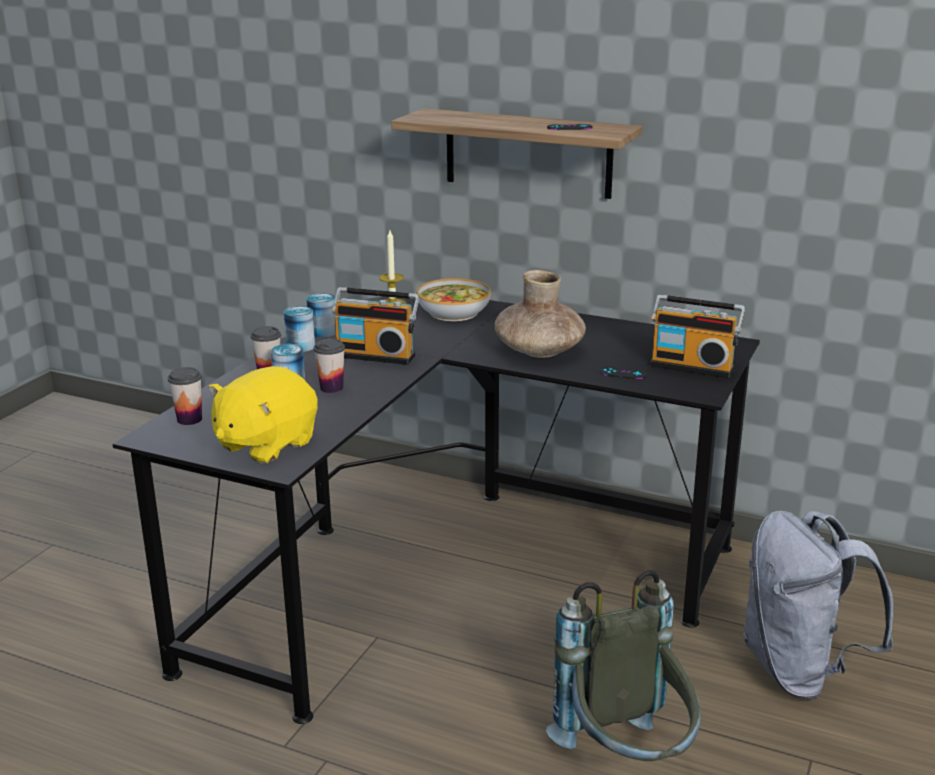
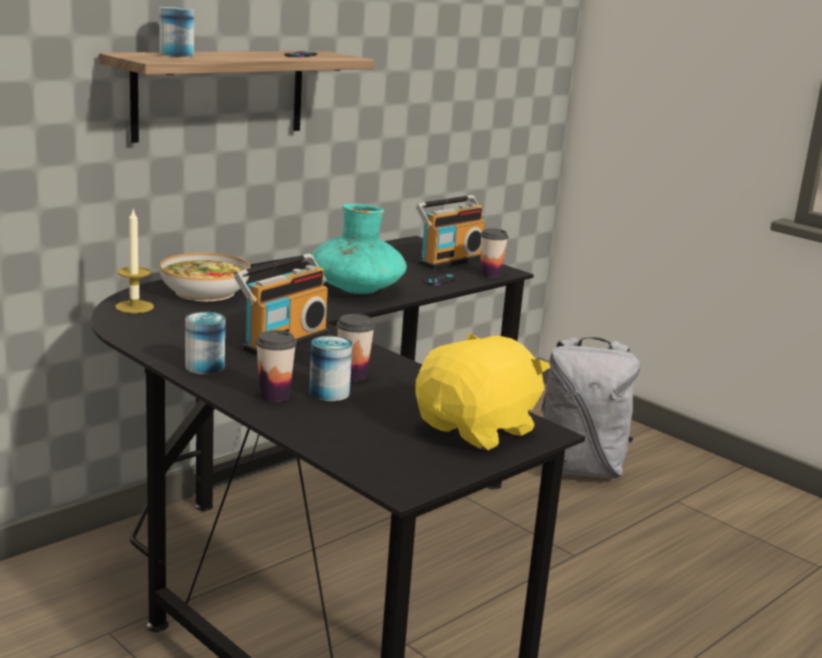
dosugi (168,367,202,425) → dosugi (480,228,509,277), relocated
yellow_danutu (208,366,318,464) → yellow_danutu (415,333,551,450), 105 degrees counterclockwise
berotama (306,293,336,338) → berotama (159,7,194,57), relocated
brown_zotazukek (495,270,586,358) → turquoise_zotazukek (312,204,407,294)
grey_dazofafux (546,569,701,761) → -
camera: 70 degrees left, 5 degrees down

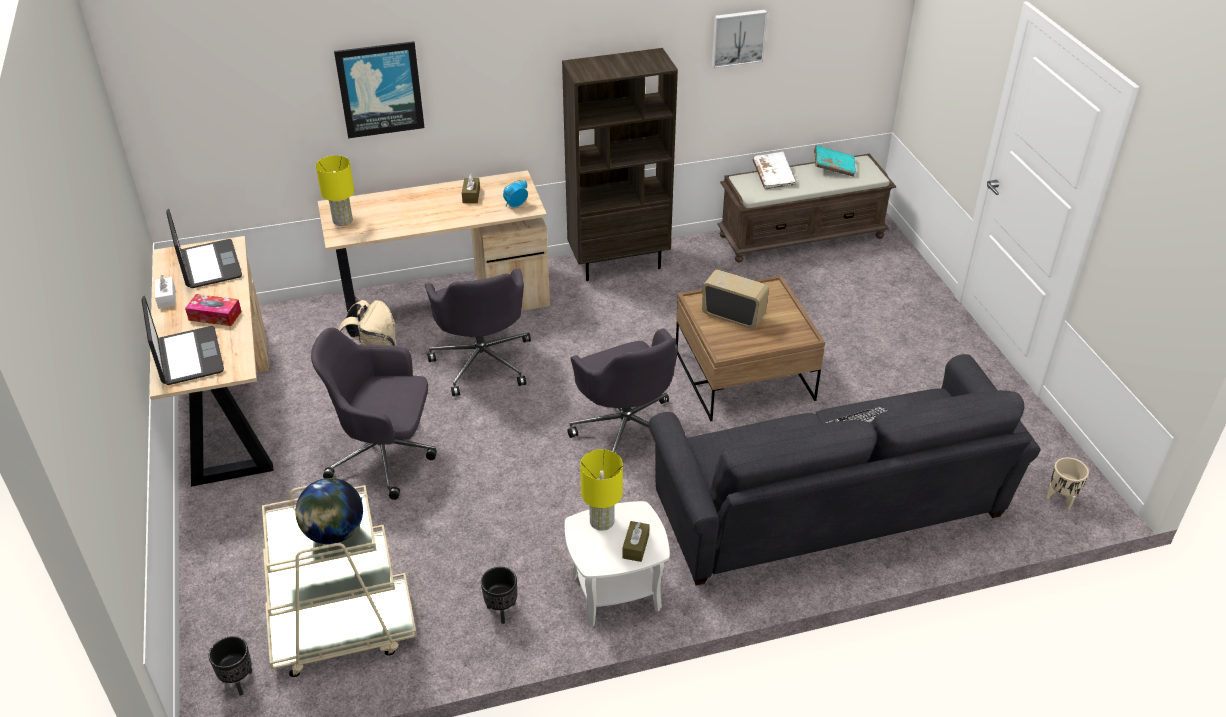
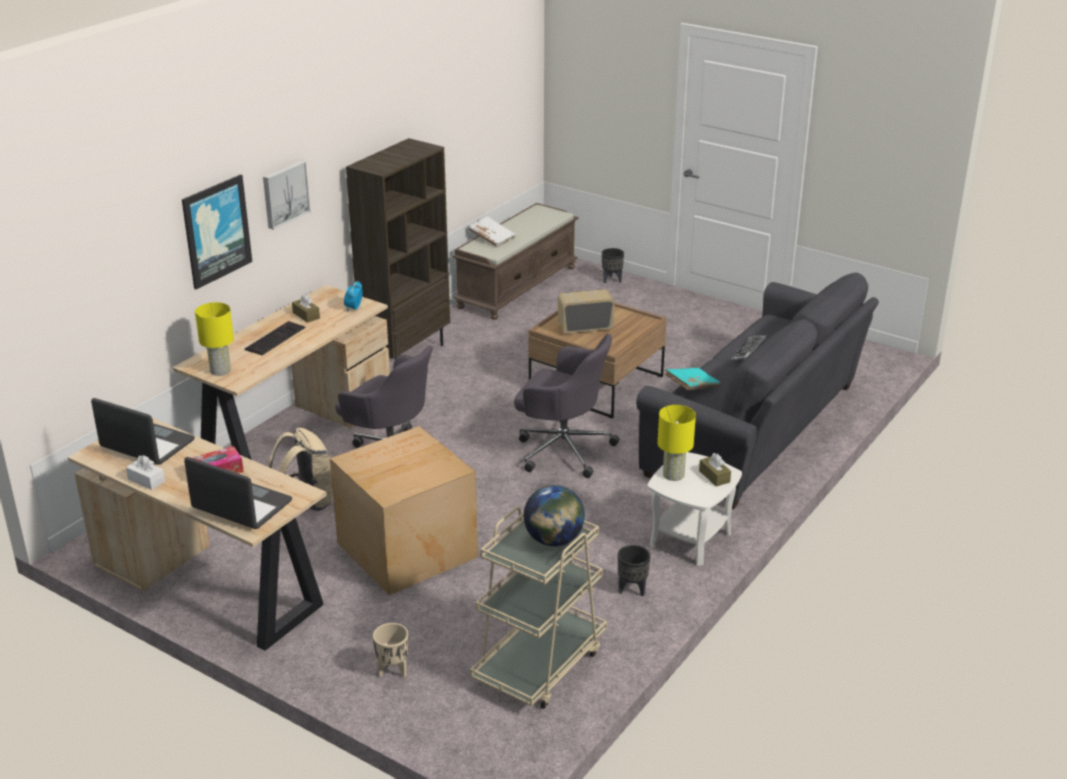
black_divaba (209,636,252,696) → black_divaba (602,248,624,283), relocated
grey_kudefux (311,328,437,500) → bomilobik (330,426,478,595)
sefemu (712,10,767,68) → sefemu (263,160,311,230), relocated
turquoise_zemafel (814,145,856,177) → turquoise_zemafel (665,368,720,390), relocated
beige_divaba (1046,457,1089,510) → beige_divaba (373,623,408,677), relocated
- → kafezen (245,321,306,355)
camera: 40 degrees left, 10 degrees down

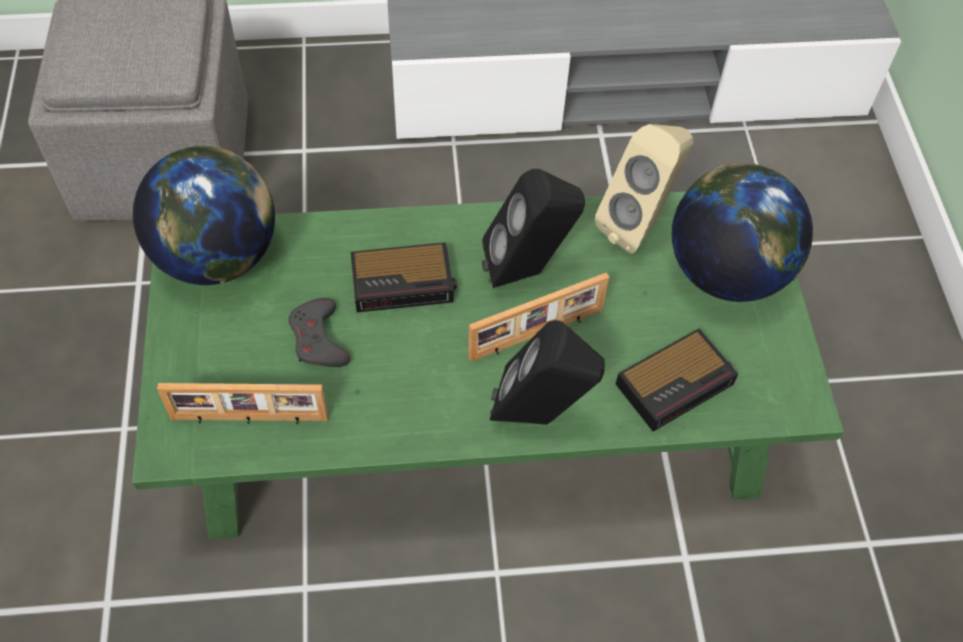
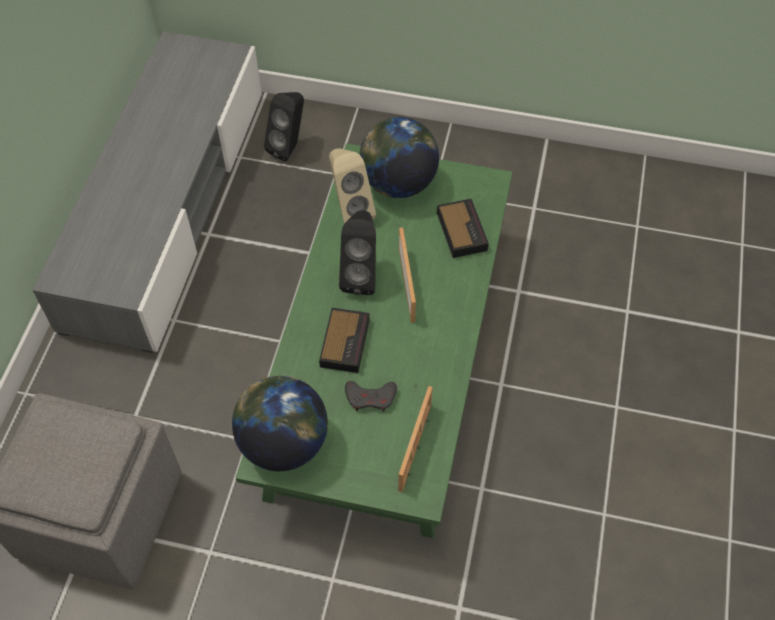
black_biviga (490,320,605,425) → black_biviga (264,92,304,162), relocated
camera: 70 degrees left, 0 degrees up

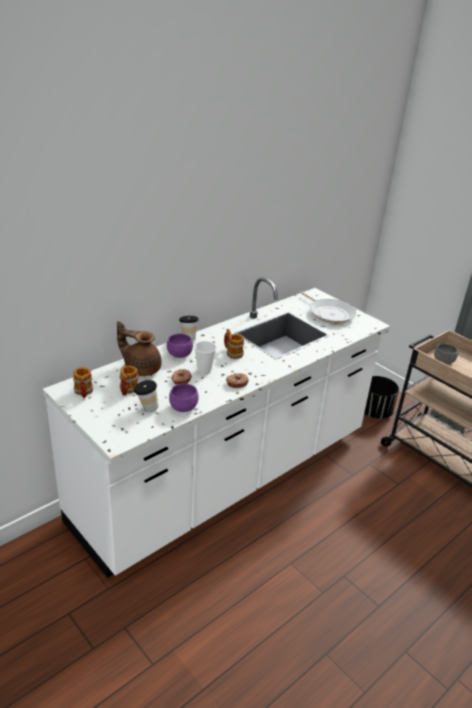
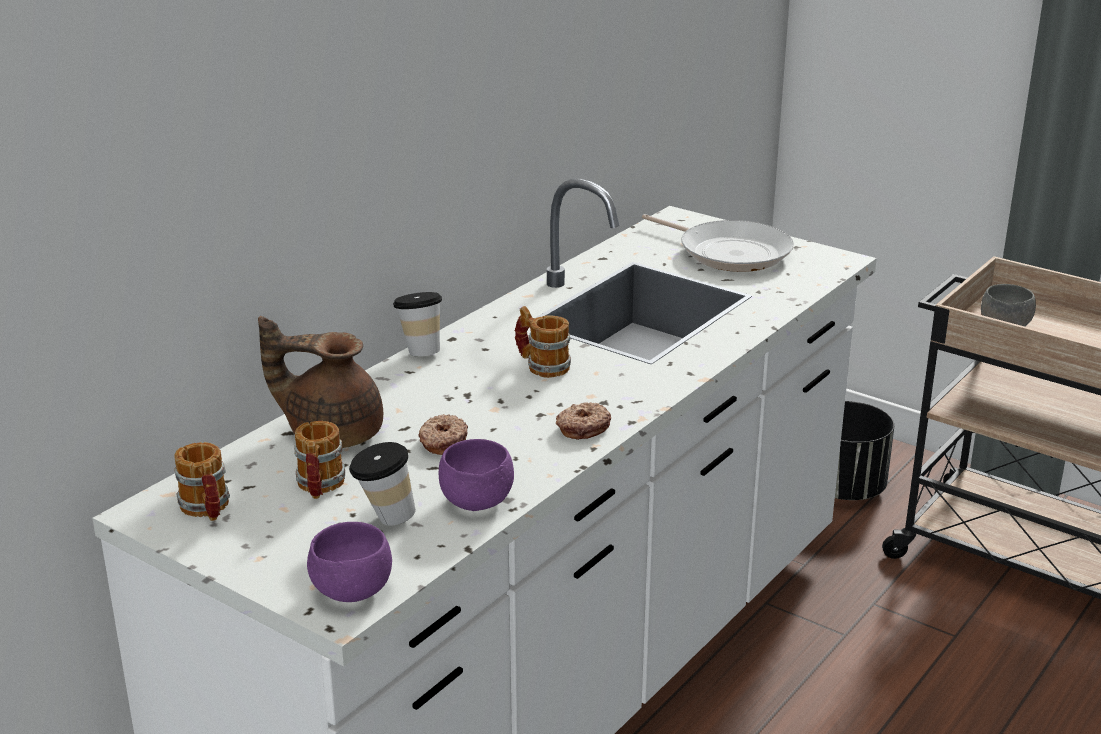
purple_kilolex (167,333,193,358) → purple_kilolex (307,522,392,602), relocated
dosugi (194,341,216,375) → -
camera: 10 degrees left, 5 degrees down

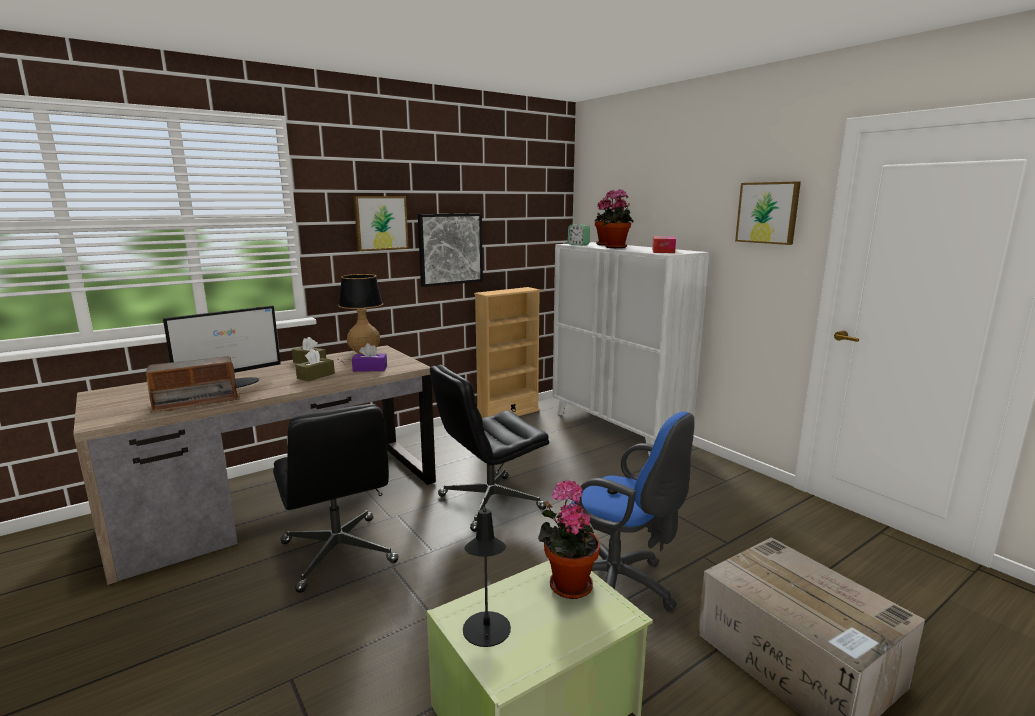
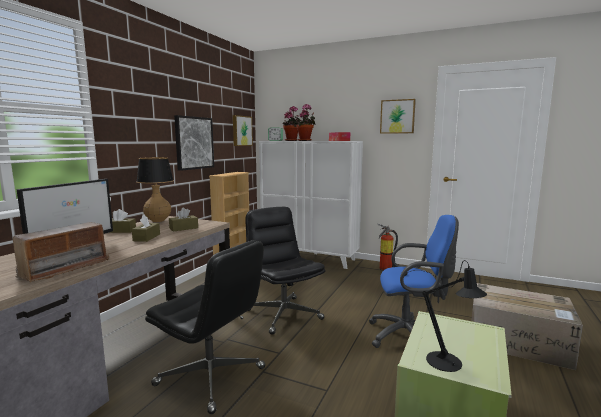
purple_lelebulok (352,343,387,372) → brown_lelebulok (169,208,198,232)
sefemu (354,196,409,251) → sefemu (233,115,253,146), relocated
black_kudefux (430,365,549,532) → black_kudefux (245,207,325,335), 120 degrees clockwise
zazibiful (538,480,600,599) → -
- → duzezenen (377,223,398,270)
camera: 30 degrees left, 5 degrees down

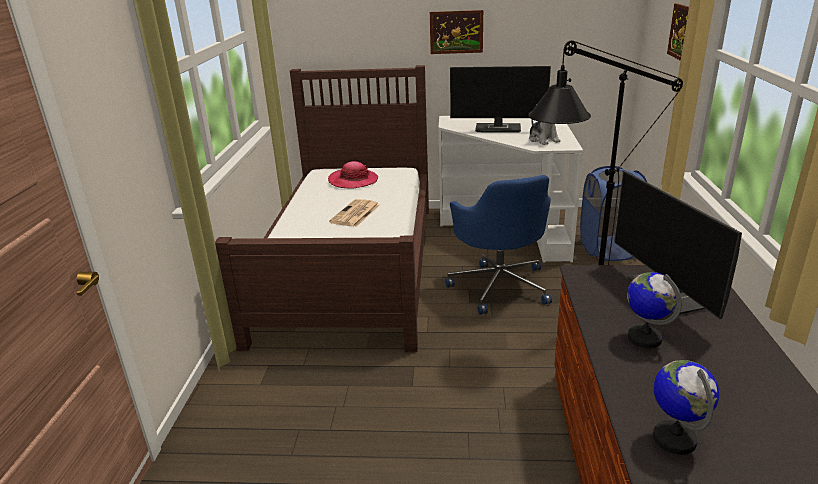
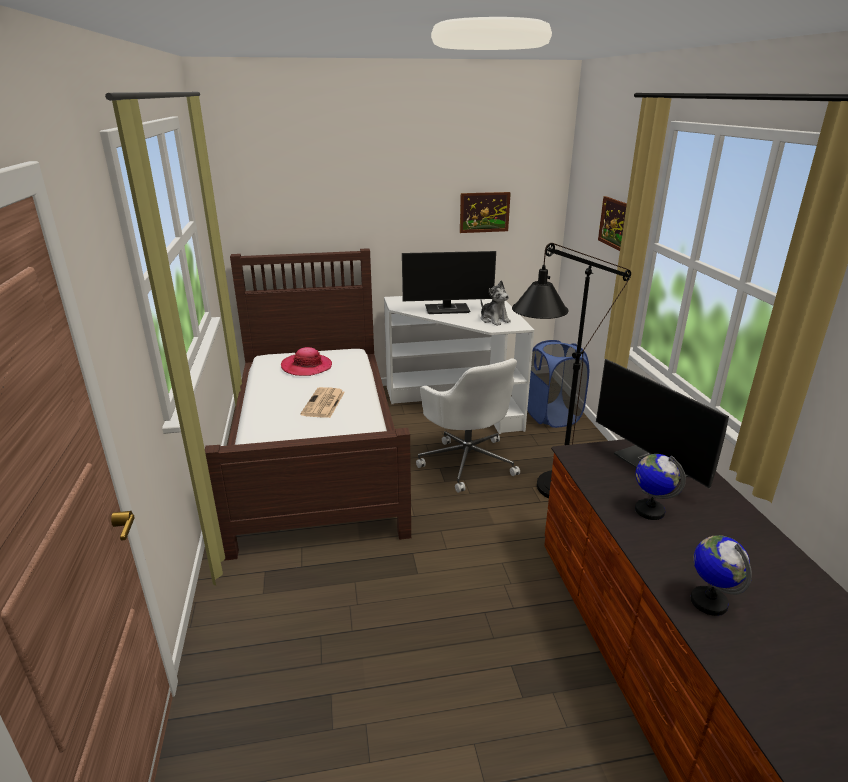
sefemu (430,10,483,54) → sefemu (460,192,511,233), relocated
blue_kudefux (445,175,552,315) → white_kudefux (416,358,520,493)
camera: 15 degrees left, 0 degrees up

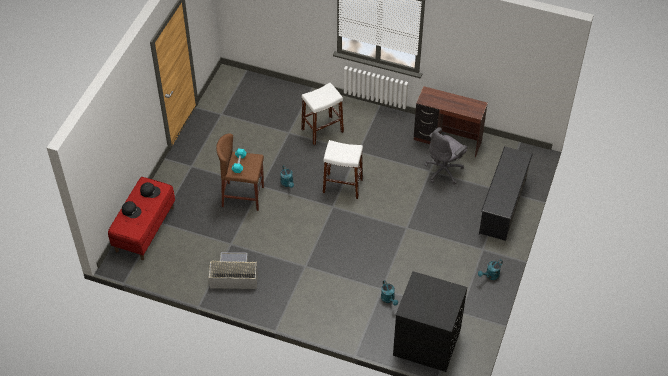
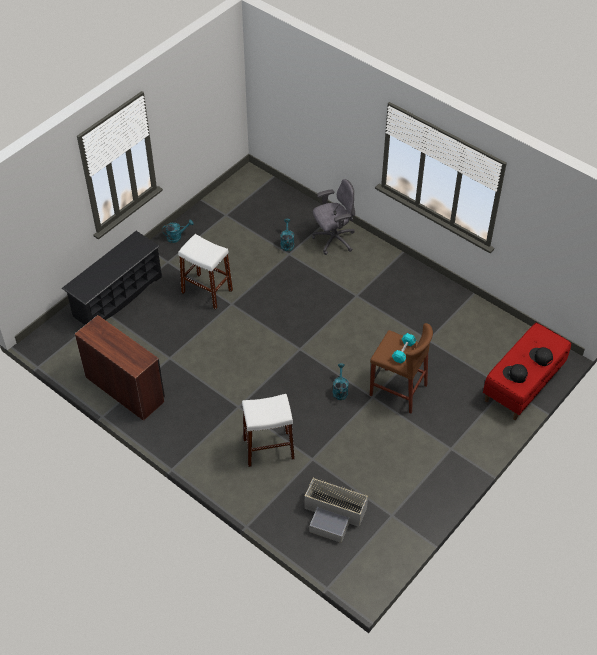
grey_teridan (209,252,258,289) → grey_teridan (305,478,368,543), relocated
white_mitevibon (323,140,363,199) → white_mitevibon (178,234,233,310), relocated
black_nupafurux (393,271,467,372) → -
grey_kudefux (425,127,468,185) → grey_kudefux (312,179,355,255), relocated
camera: 160 degrees left, 0 degrees up

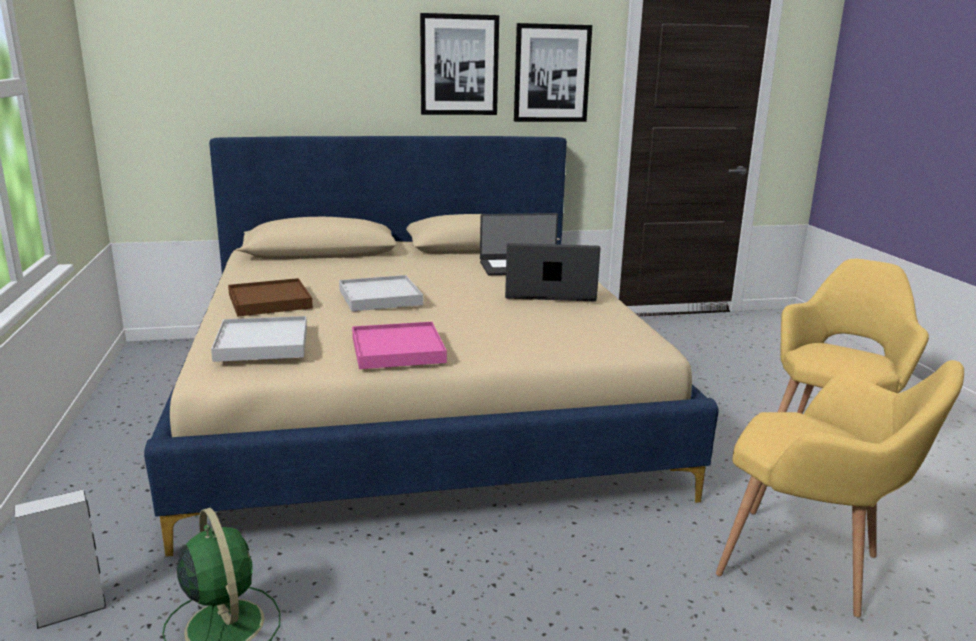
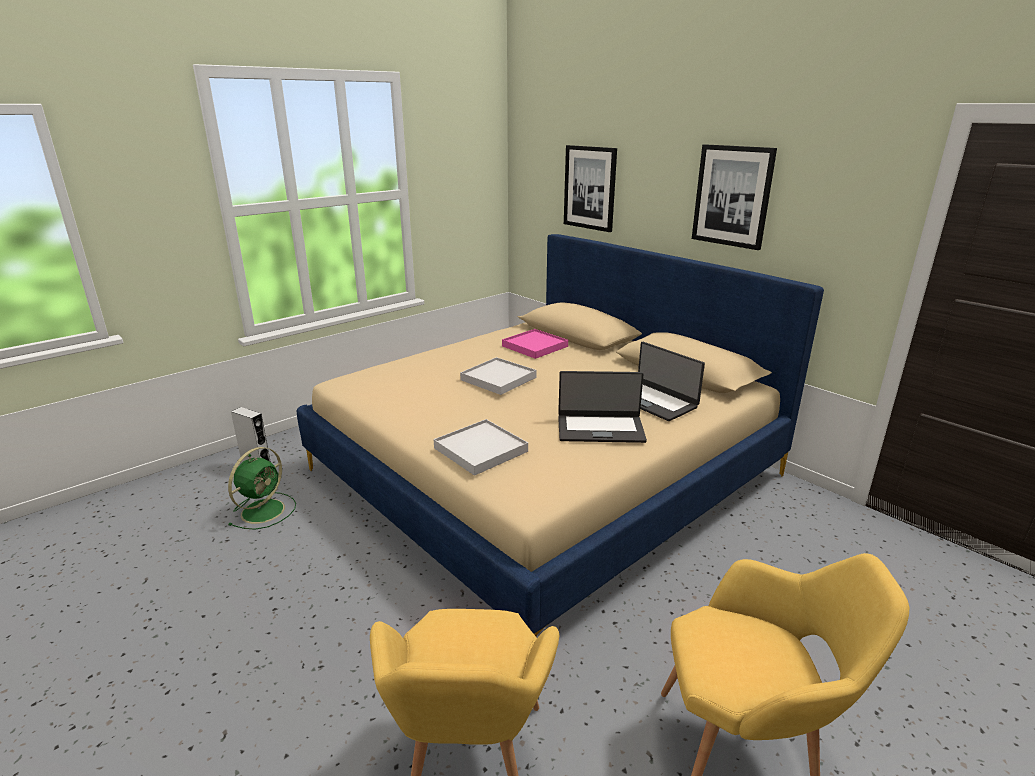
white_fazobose (211,316,307,362) → white_fazobose (434,419,528,476), relocated
brown_fazobose (228,278,313,317) → -
pink_fazobose (352,322,447,369) → pink_fazobose (502,329,568,359), relocated
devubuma (505,243,600,301) → devubuma (558,371,647,443), 120 degrees clockwise
sefemu (514,23,592,122) → sefemu (564,145,617,232), relocated
camera: 60 degrees right, 5 degrees up

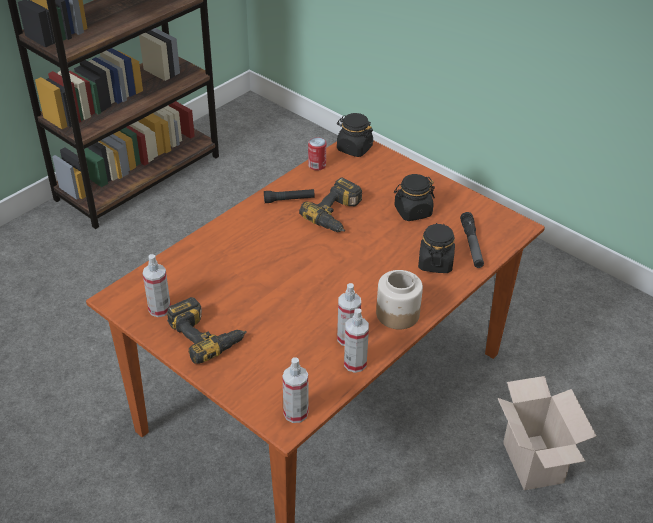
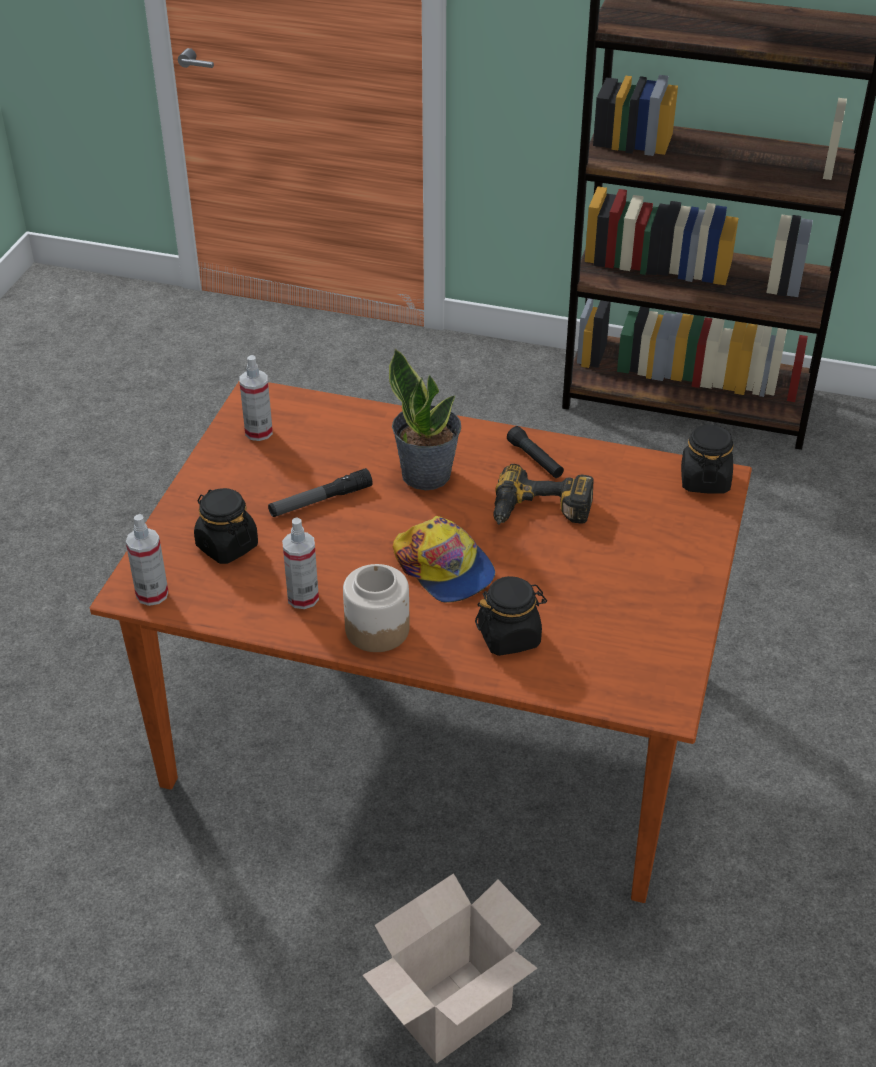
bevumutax (167,297,247,364) → -
berotama (308,137,326,171) → -
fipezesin (344,308,369,373) → -
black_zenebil (394,174,435,221) → black_zenebil (194,488,258,564), relocated
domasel (460,212,484,268) → domasel (268,468,373,517), relocated
- → zazibiful (389,349,461,490)
- → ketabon (393,516,495,603)
camera: 65 degrees right, 0 degrees up

